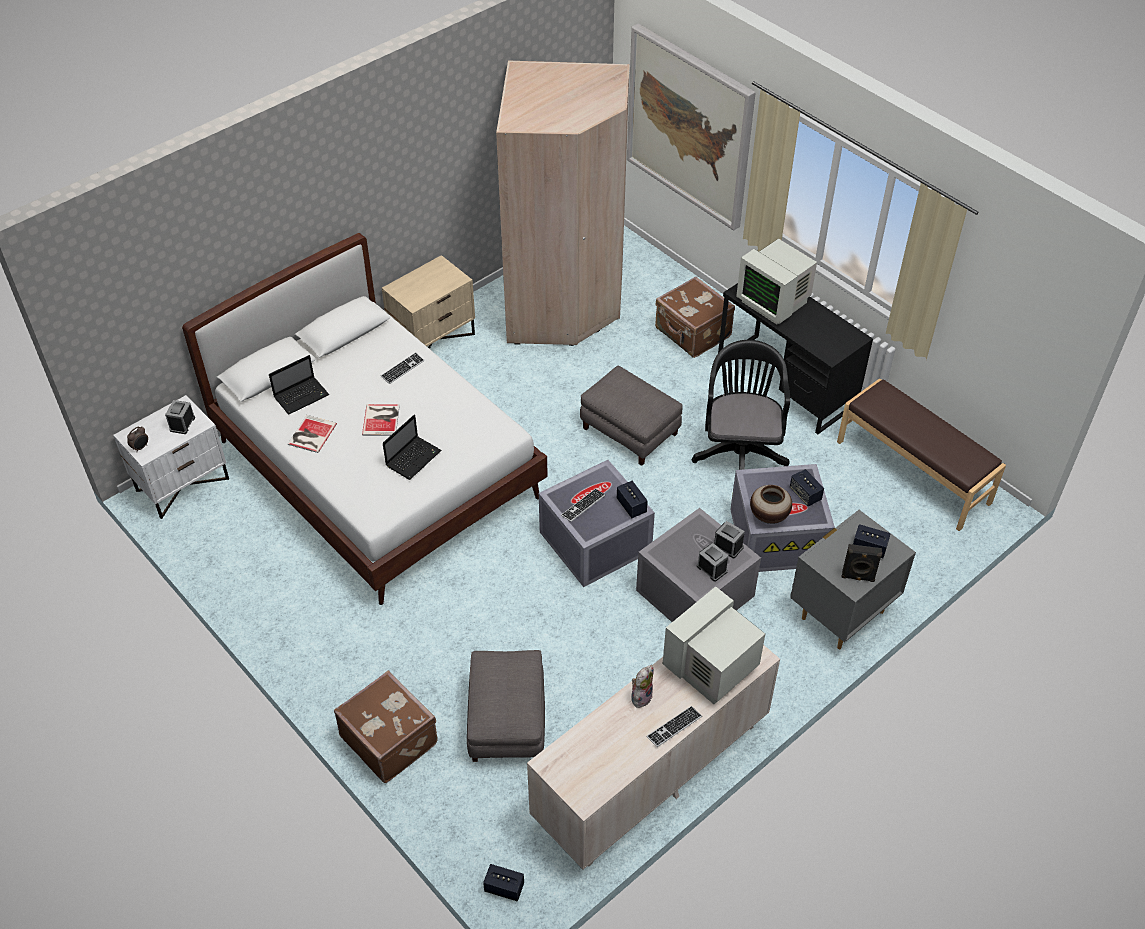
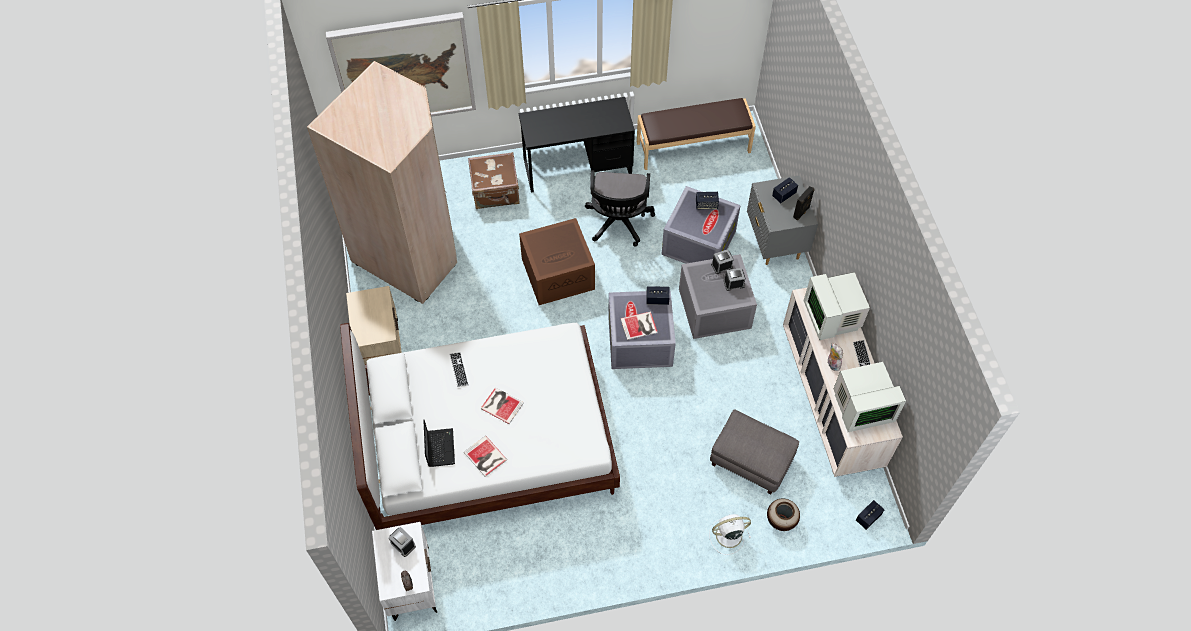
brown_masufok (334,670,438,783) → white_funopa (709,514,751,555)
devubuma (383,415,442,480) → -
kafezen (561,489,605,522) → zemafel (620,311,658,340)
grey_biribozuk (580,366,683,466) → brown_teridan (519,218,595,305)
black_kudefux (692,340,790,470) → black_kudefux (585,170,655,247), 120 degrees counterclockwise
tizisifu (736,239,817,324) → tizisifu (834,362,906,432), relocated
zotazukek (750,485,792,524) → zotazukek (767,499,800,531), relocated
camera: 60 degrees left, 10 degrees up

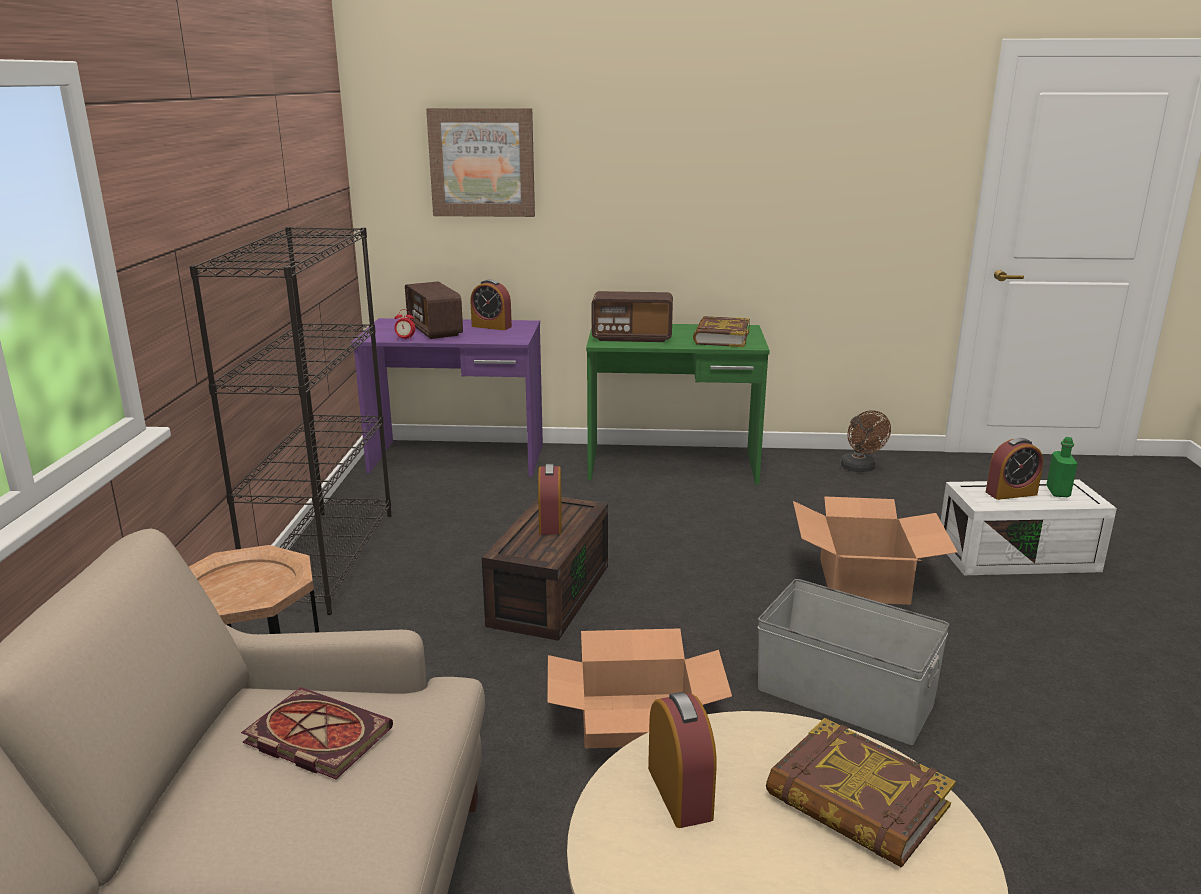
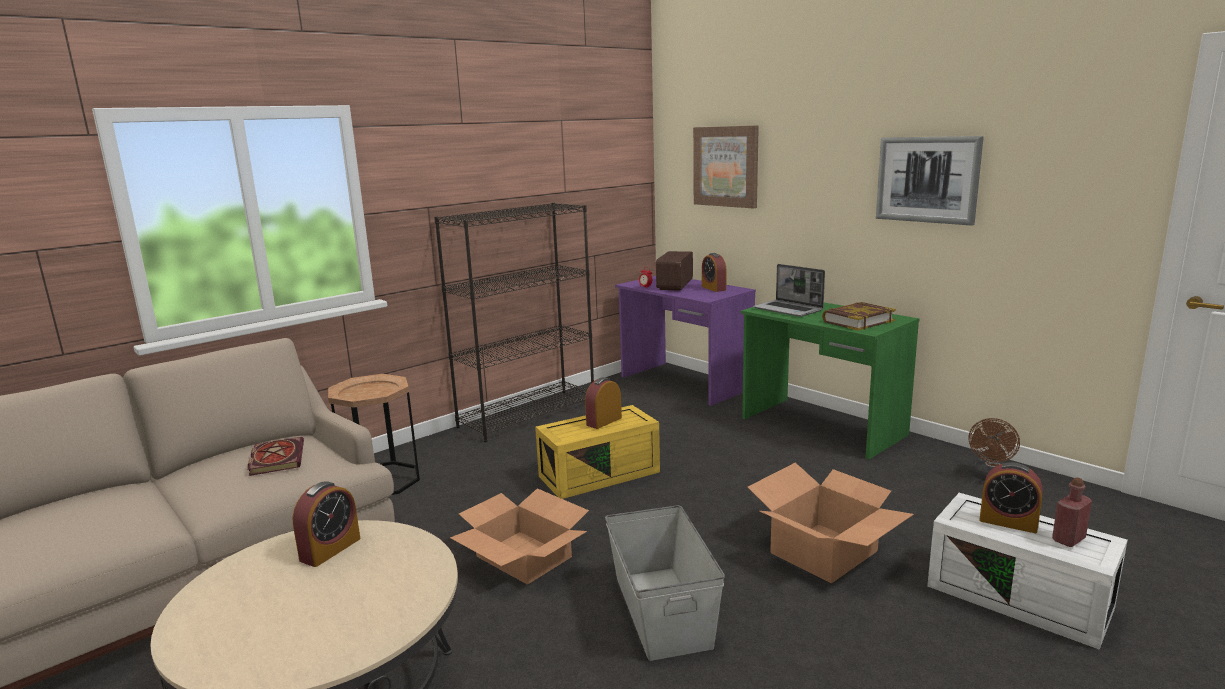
brown_teridan (482,497,608,641) → yellow_teridan (535,405,660,499)
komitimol (591,291,673,342) → devubuma (753,264,825,317)
zemafel (766,718,956,868) → -
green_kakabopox (1046,437,1078,497) → red_kakabopox (1052,477,1092,547)
- → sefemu (876,136,984,226)
camera: 45 degrees right, 5 degrees down

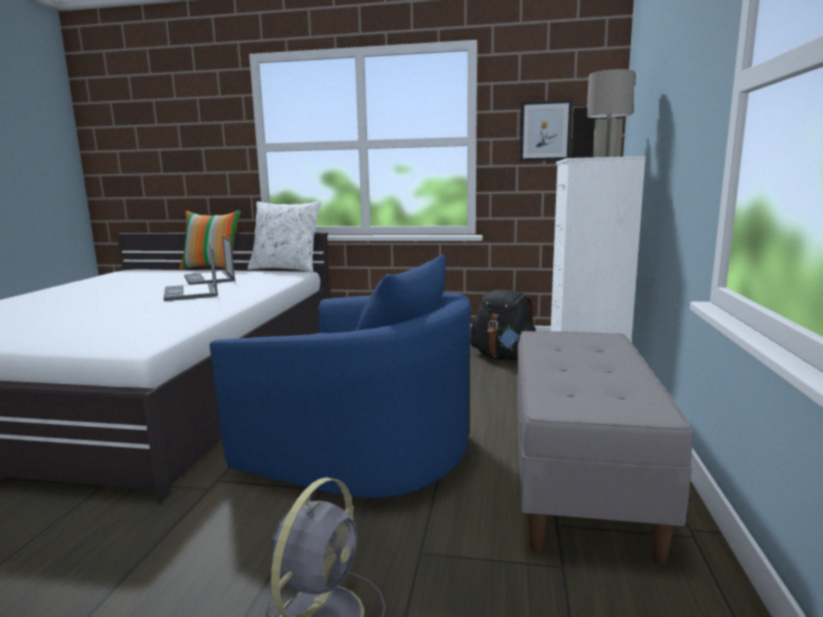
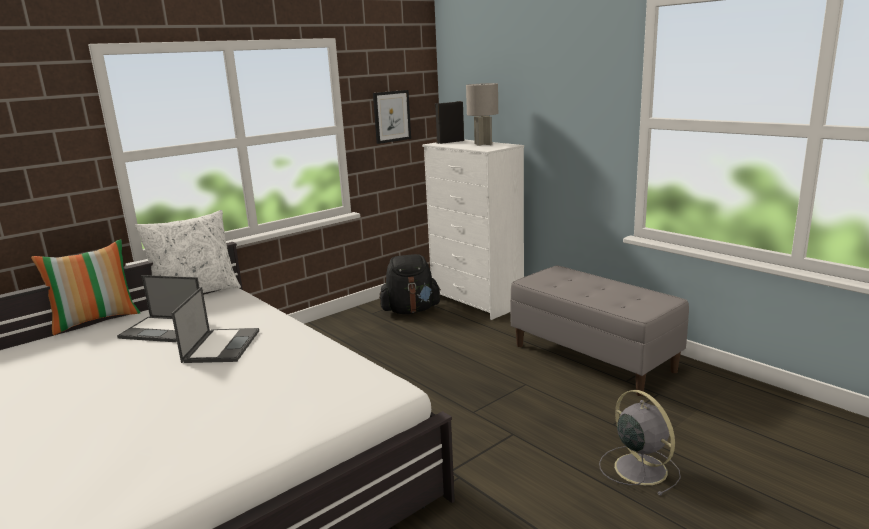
devubuma (163,243,218,301) → devubuma (172,287,259,363), 105 degrees counterclockwise
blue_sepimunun (210,255,471,498) → -
camera: 50 degrees left, 5 degrees up

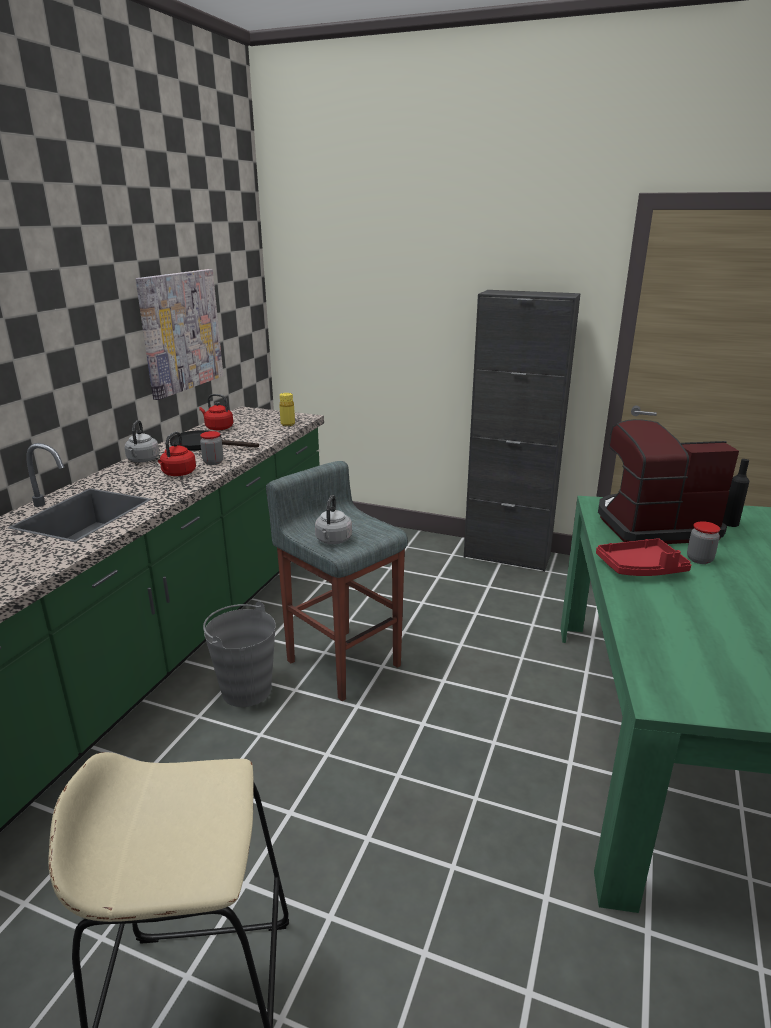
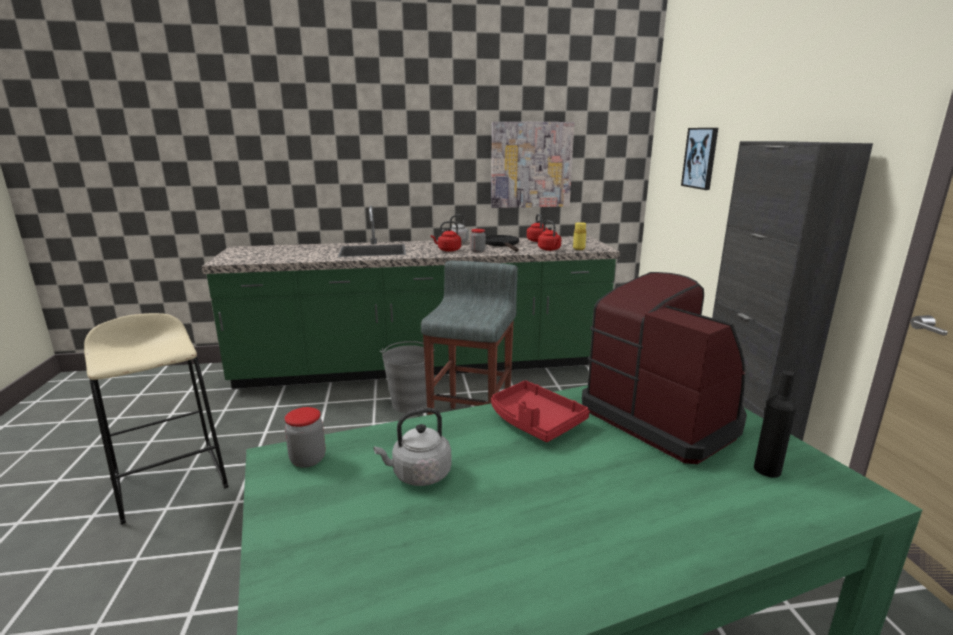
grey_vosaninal (315,495,352,544) → grey_vosaninal (373,408,452,486), relocated
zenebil (687,521,720,564) → zenebil (285,407,326,468), relocated
- → red_vosaninal (538,220,561,251)
- → sefemu (681,128,718,190)
camera: 60 degrees right, 5 degrees down

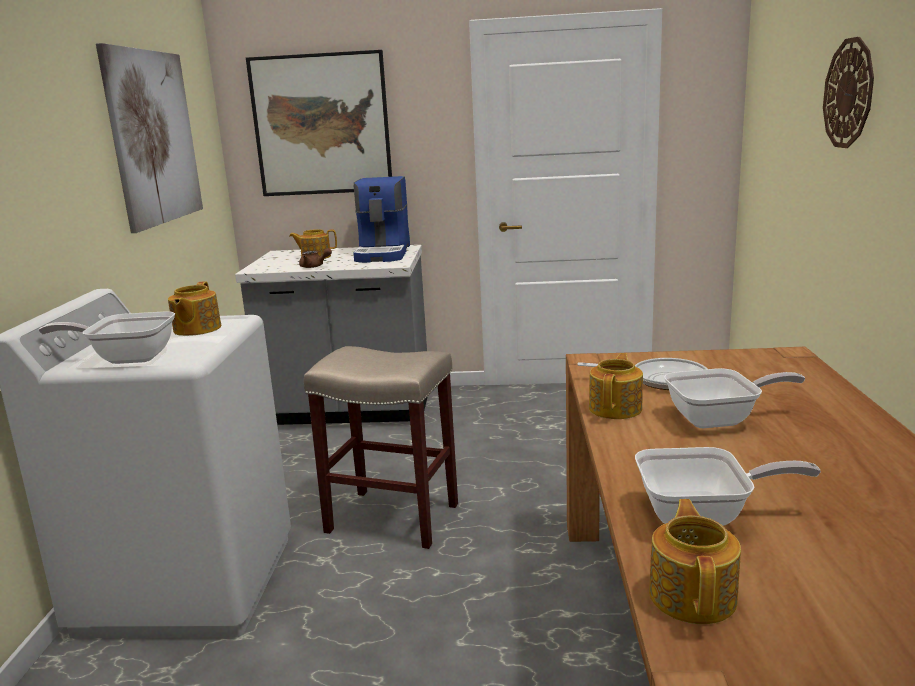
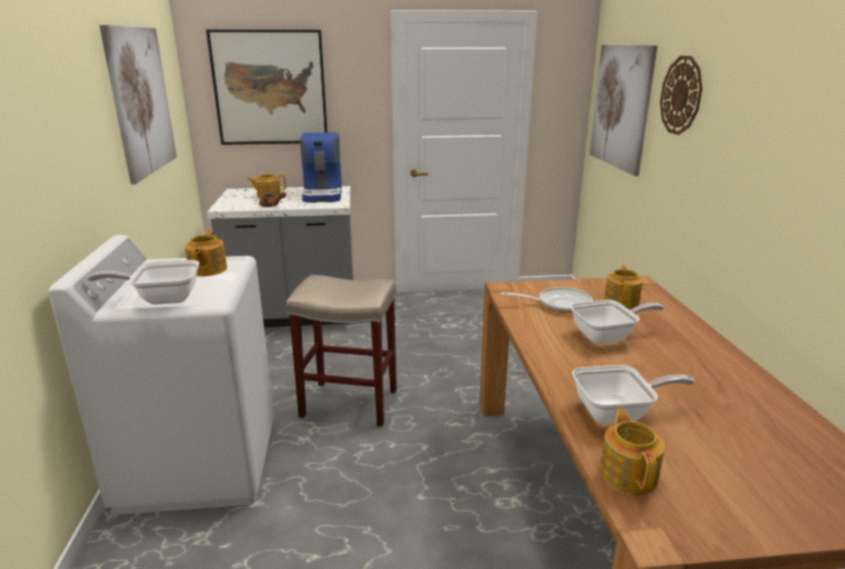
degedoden (589,353,643,419) → degedoden (604,265,643,309), relocated
- → sefemu (590,45,658,176)
camera: 10 degrees left, 5 degrees up

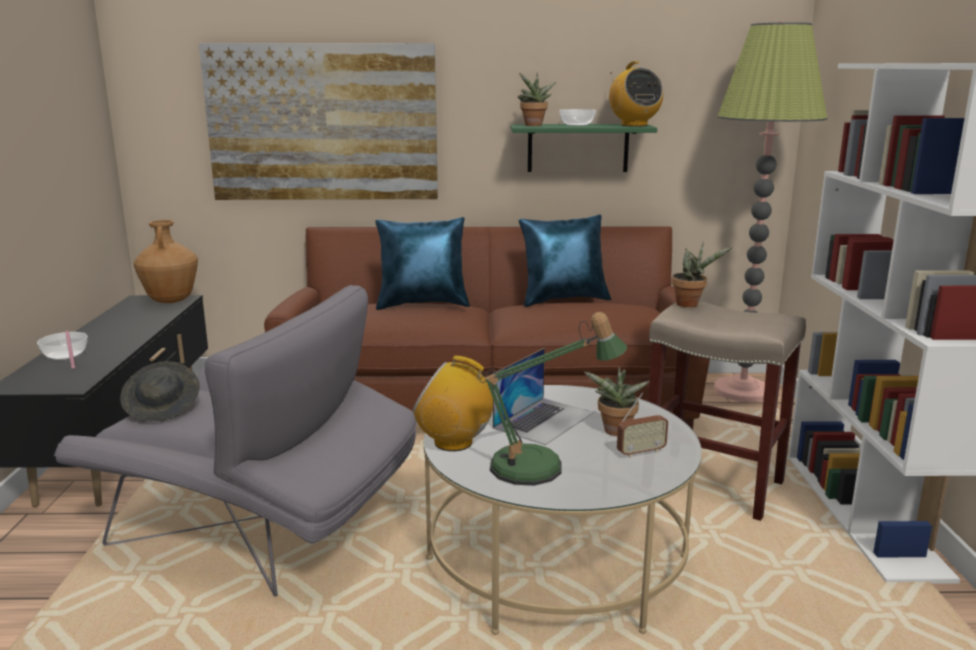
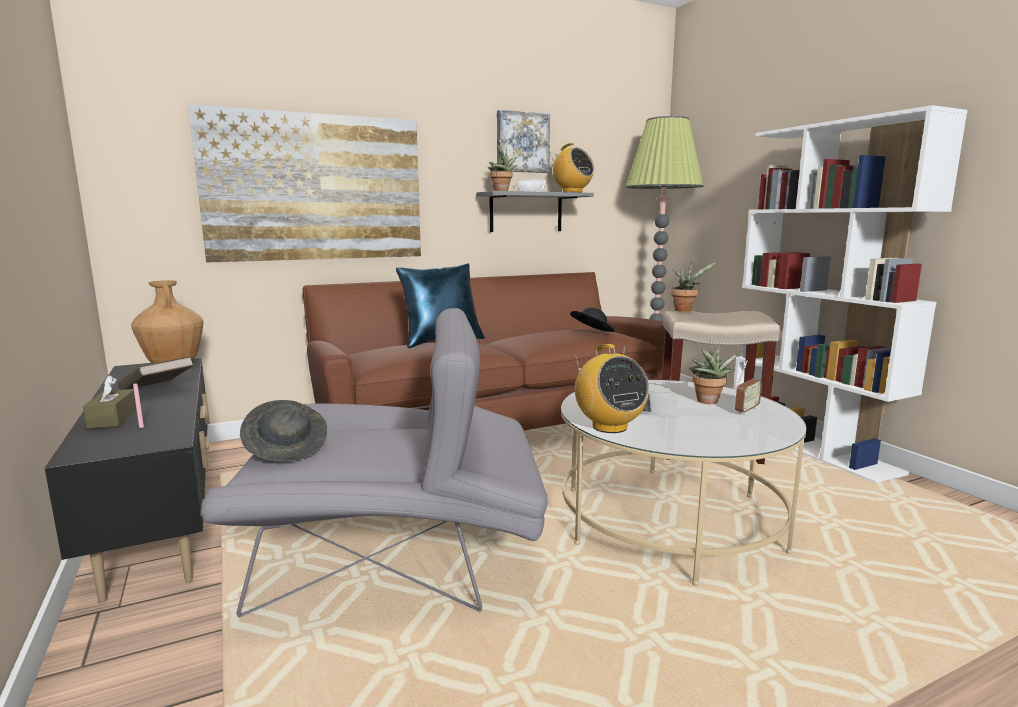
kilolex (37,332,88,360) → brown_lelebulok (83,375,137,429)
komitimol (412,356,501,451) → komitimol (575,344,649,433), 105 degrees counterclockwise
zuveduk (480,312,627,485) → -
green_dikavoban (511,124,657,172) → grey_dikavoban (476,191,594,232)
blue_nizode (519,214,611,307) → -
- → brown_zemafel (117,356,194,390)
- → sefemu (497,110,550,173)
- → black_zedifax (570,307,614,332)
camera: 25 degrees left, 5 degrees down

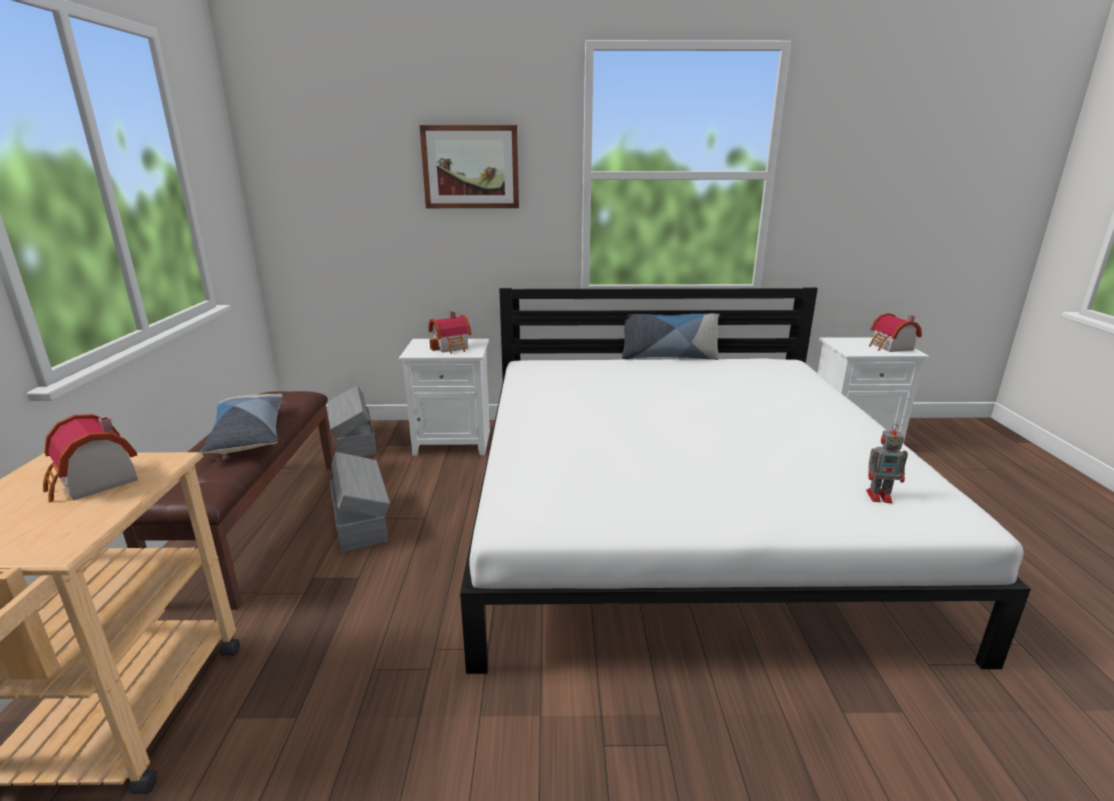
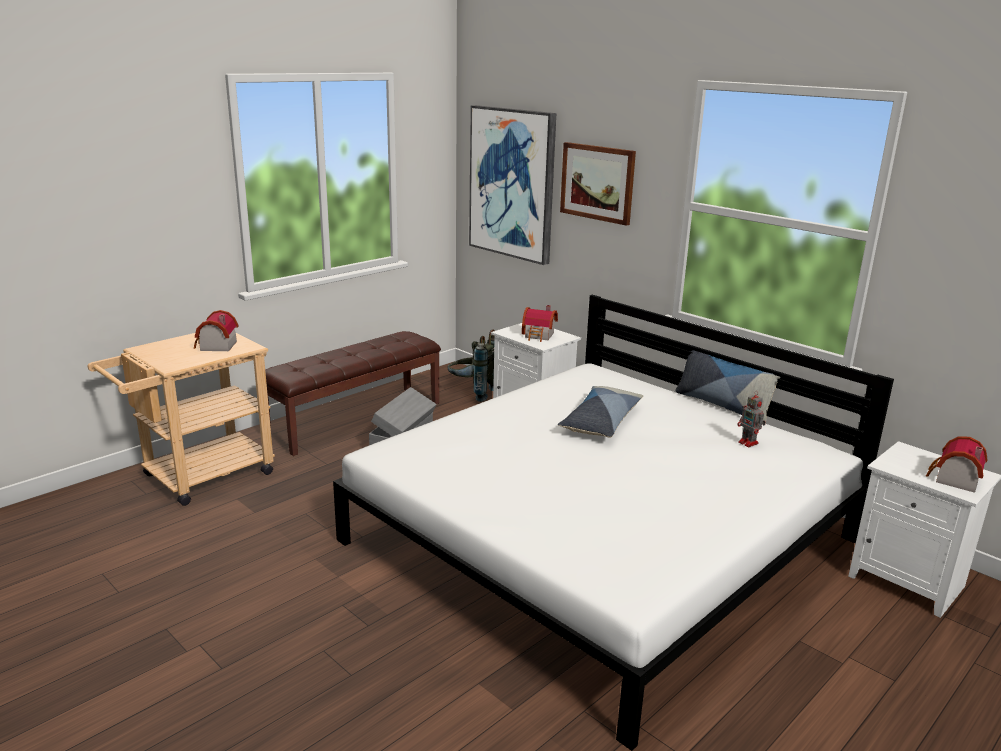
nizode (199,394,283,454) → nizode (558,386,643,438), relocated
grey_teridan (328,386,377,457) → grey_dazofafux (448,329,495,402)
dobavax (866,424,908,503) → dobavax (738,391,766,447), relocated
- → sefemu (469,105,556,265)
camera: 45 degrees right, 0 degrees up

